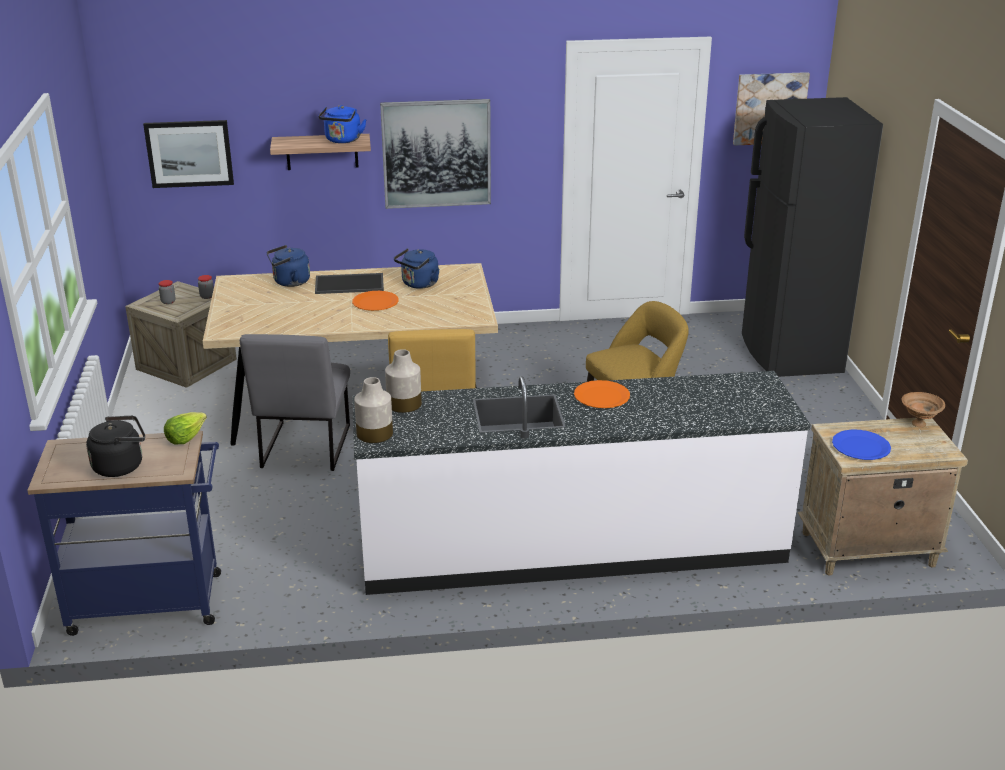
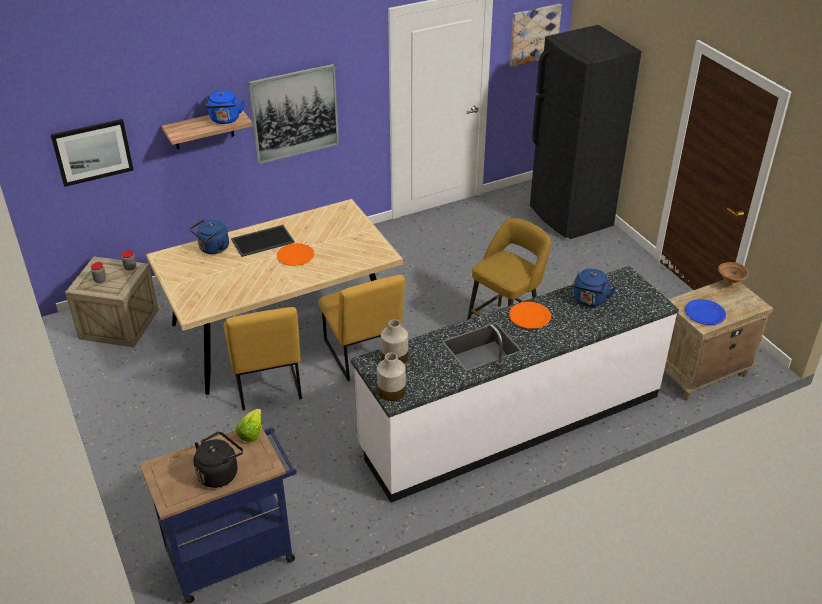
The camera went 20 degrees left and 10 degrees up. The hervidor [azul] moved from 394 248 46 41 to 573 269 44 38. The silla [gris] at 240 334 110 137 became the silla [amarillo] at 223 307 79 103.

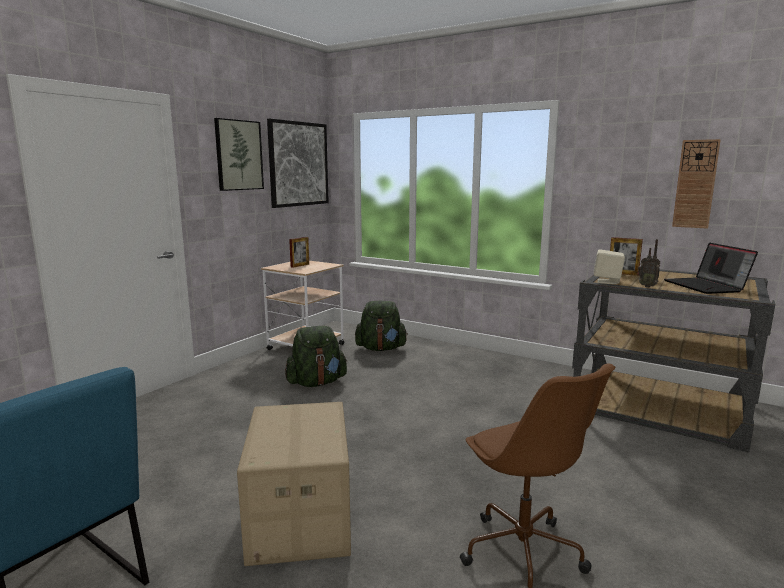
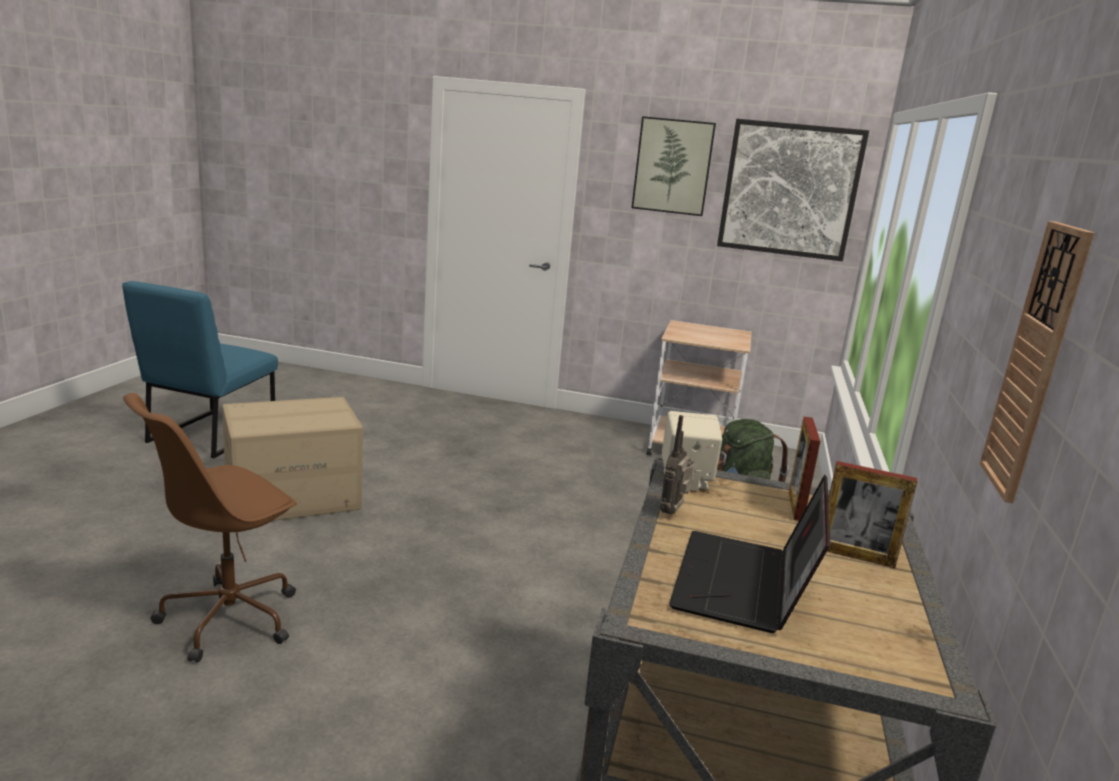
The camera went 70 degrees right and 5 degrees up. The mochila [verde] at 285 326 63 61 disappeared. The portarretratos moved from 289 237 20 31 to 827 461 90 107. The portátil at 664 243 94 51 turned 45 degrees counterclockwise.

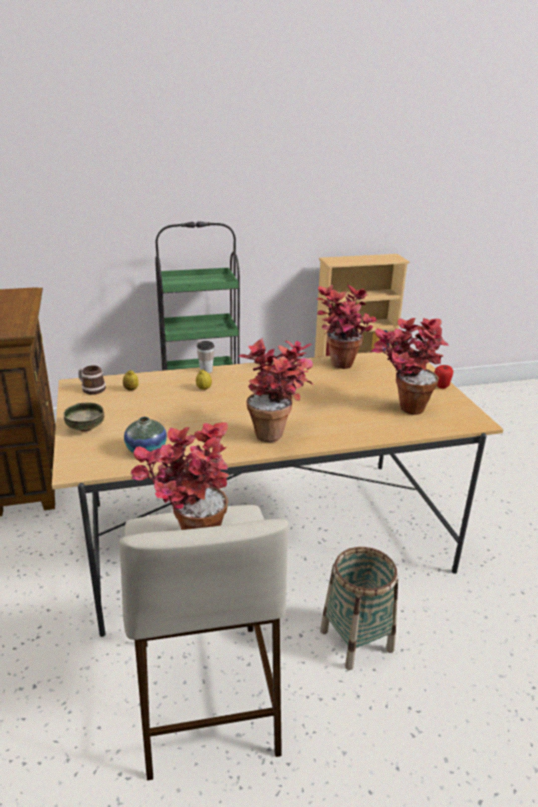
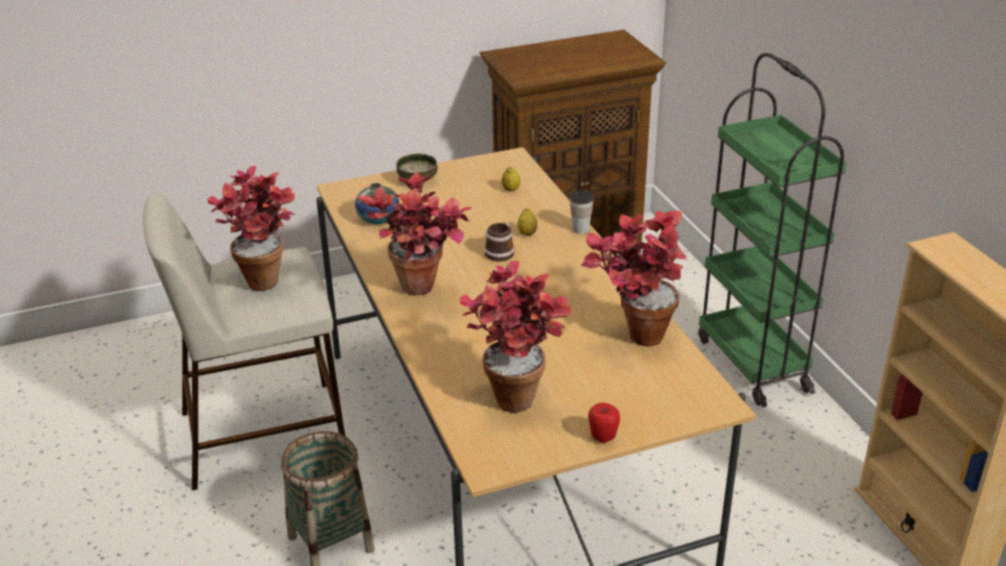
The camera went 85 degrees right and 5 degrees up. The taza grande moved from 78 365 28 30 to 484 223 31 38.

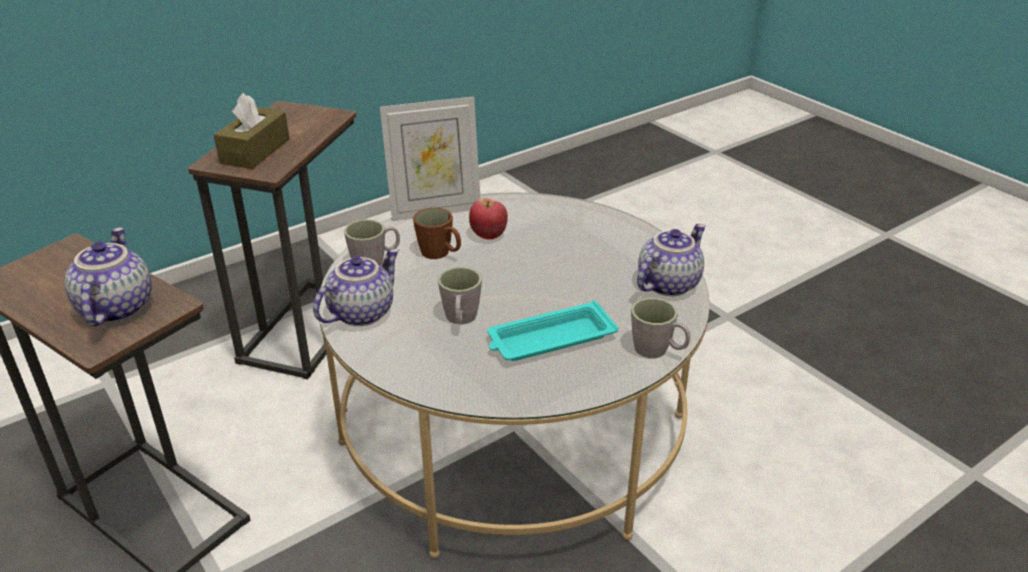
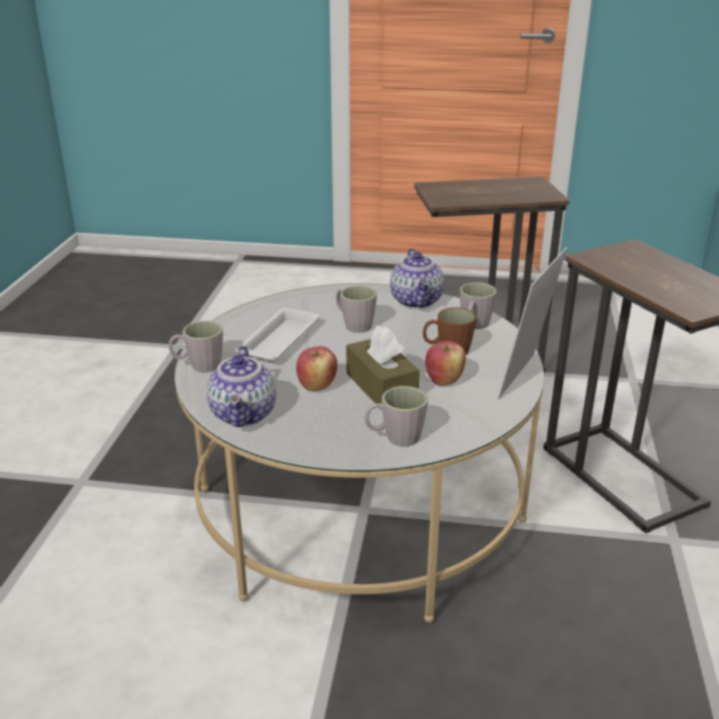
The camera went 135 degrees right and 5 degrees down. The tetera at 65 227 87 99 disappeared. The manzana at 296 346 41 45 appeared. The taza grande [gris] at 365 386 63 60 appeared. The caja de pañuelos [marrón] moved from 214 93 76 76 to 346 326 74 84. The bandeja [turquesa] at 487 301 132 60 became the bandeja [blanco] at 235 308 85 54.

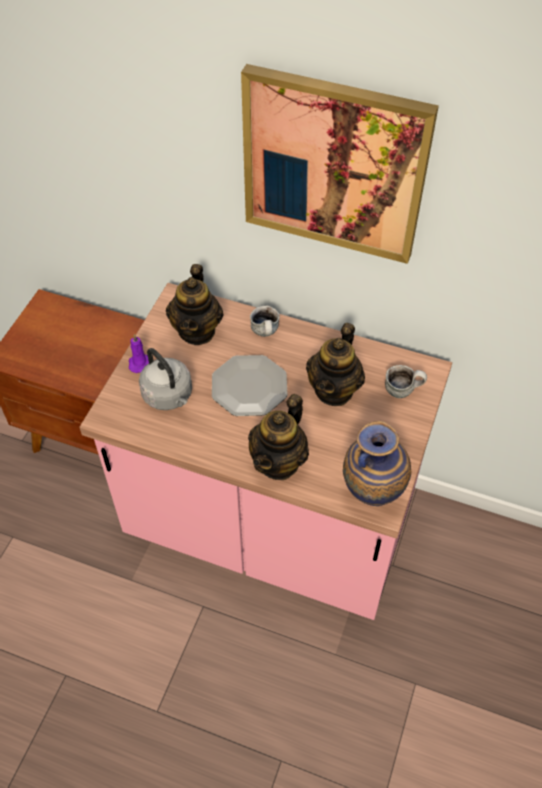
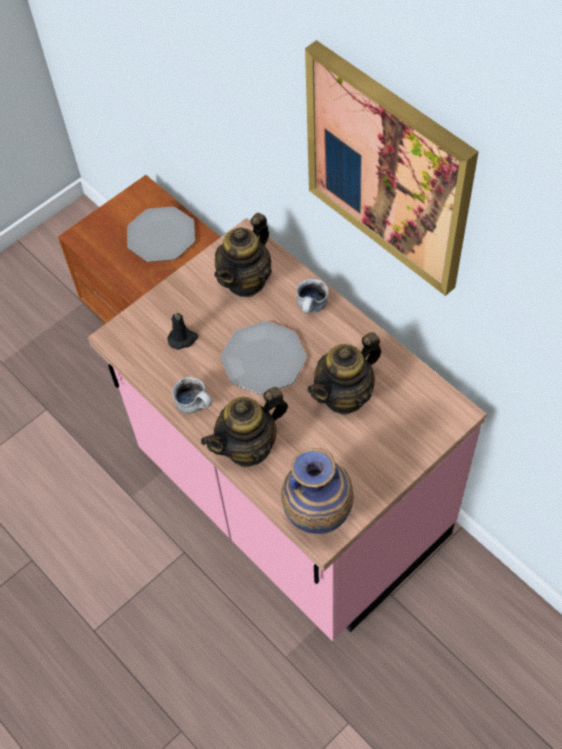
The camera went 30 degrees right and 5 degrees up. The vela [morado] at 129 334 20 39 disappeared. The plato at 127 207 68 55 appeared. The taza grande moved from 385 365 42 33 to 172 377 40 36. The hervidor [gris] at 139 348 53 62 was replaced by the vela [negro] at 167 311 31 39.

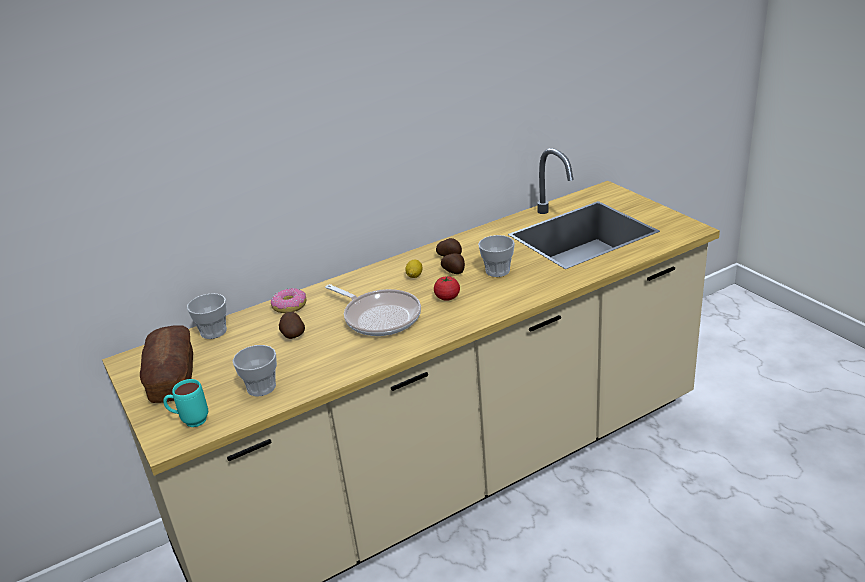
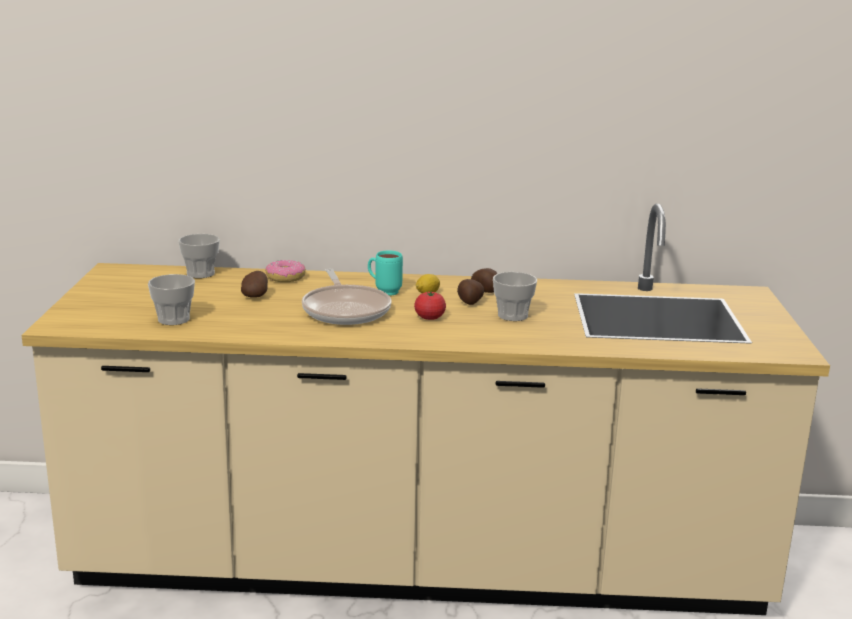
The camera went 30 degrees right and 10 degrees down. The pan at 140 325 53 78 disappeared. The taza grande [turquesa] moved from 163 379 45 48 to 368 250 35 46.

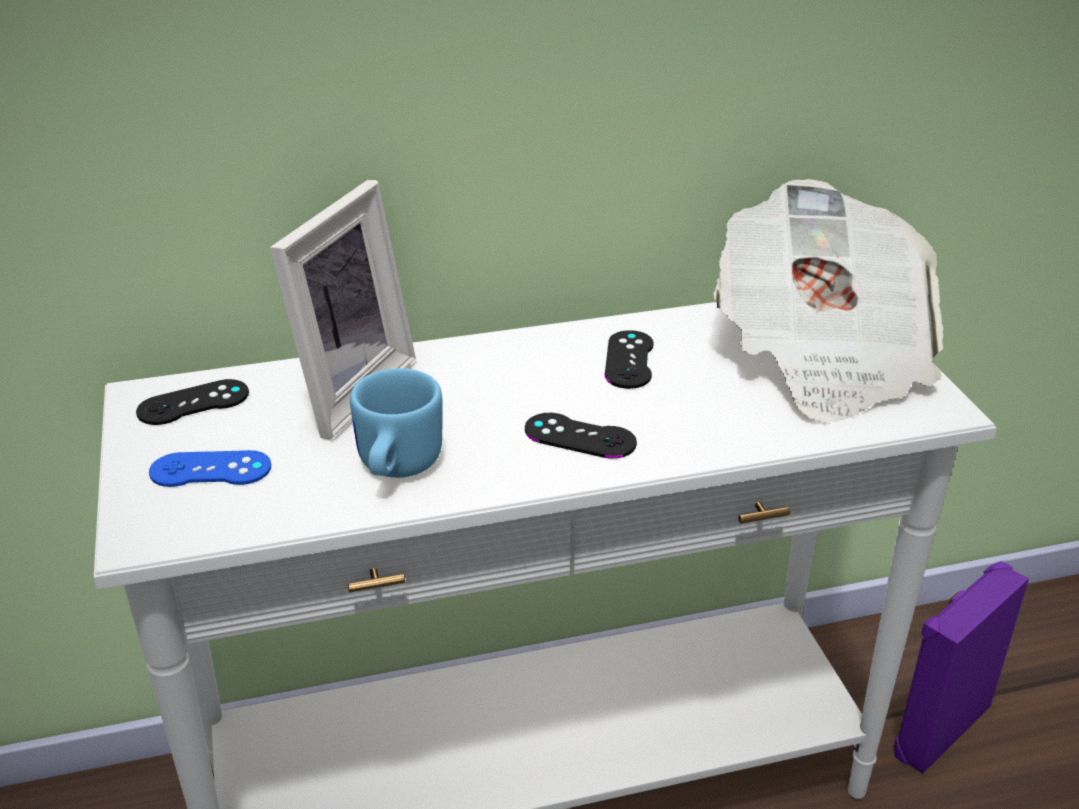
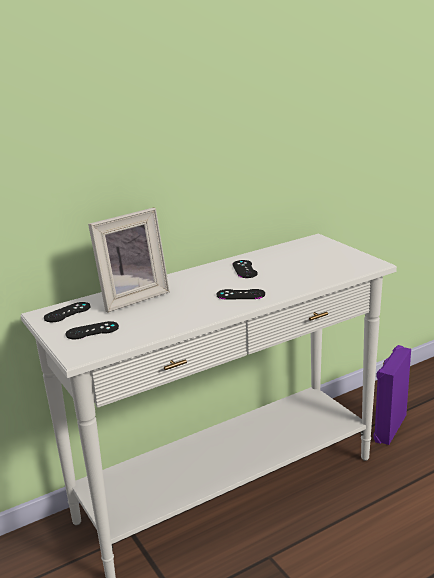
The camera went 15 degrees left and 10 degrees down. The taza grande [azul] at 350 368 93 110 disappeared. The periódico at 713 179 230 244 disappeared. The mando de consola [azul] at 149 450 122 37 became the mando de consola [negro] at 66 321 53 18. The portarretratos at 270 180 146 259 turned 45 degrees clockwise.

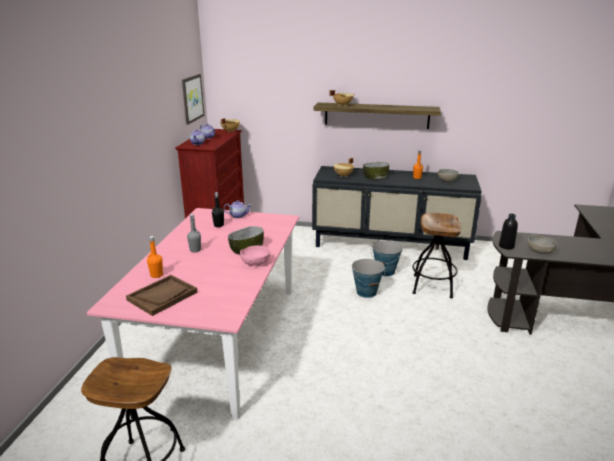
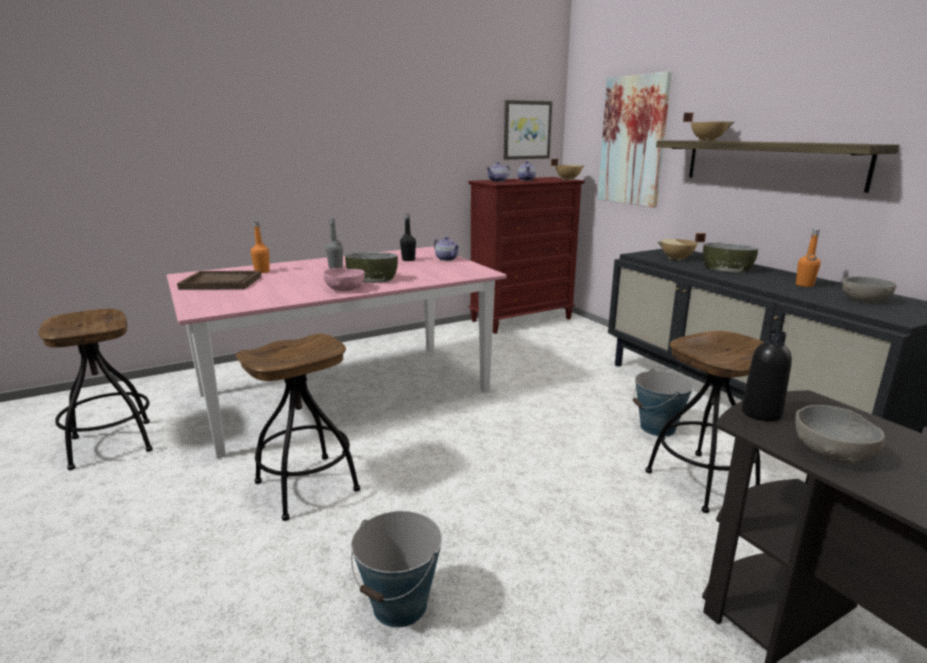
The camera went 50 degrees right and 5 degrees down. The taburete [marrón] at 236 334 124 187 appeared. The cuadro at 598 71 74 137 appeared. The cubo moved from 352 259 33 39 to 351 511 91 117.

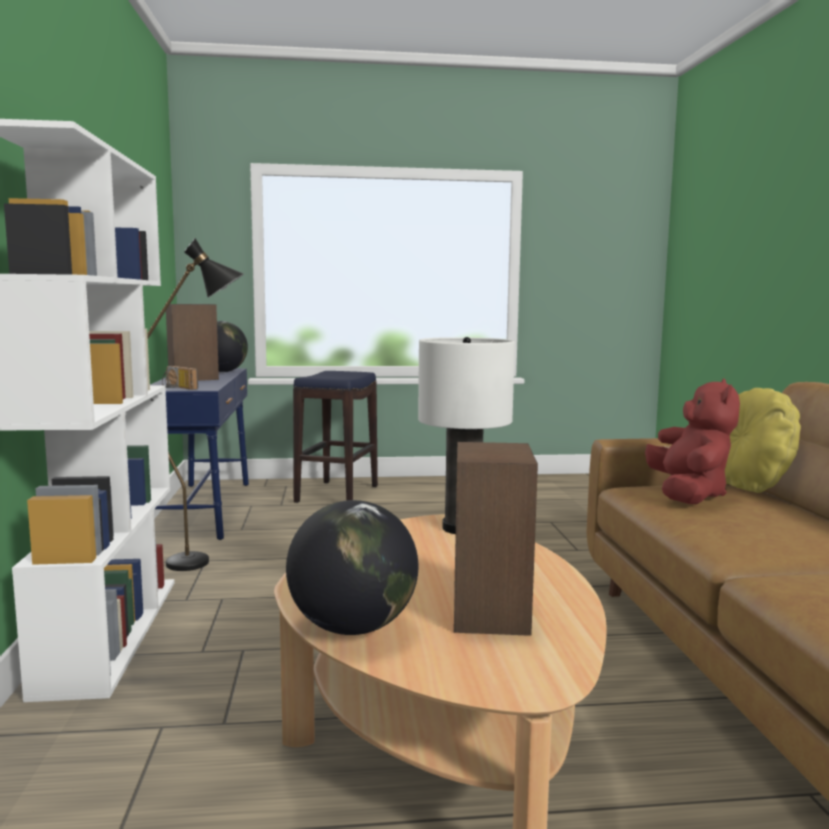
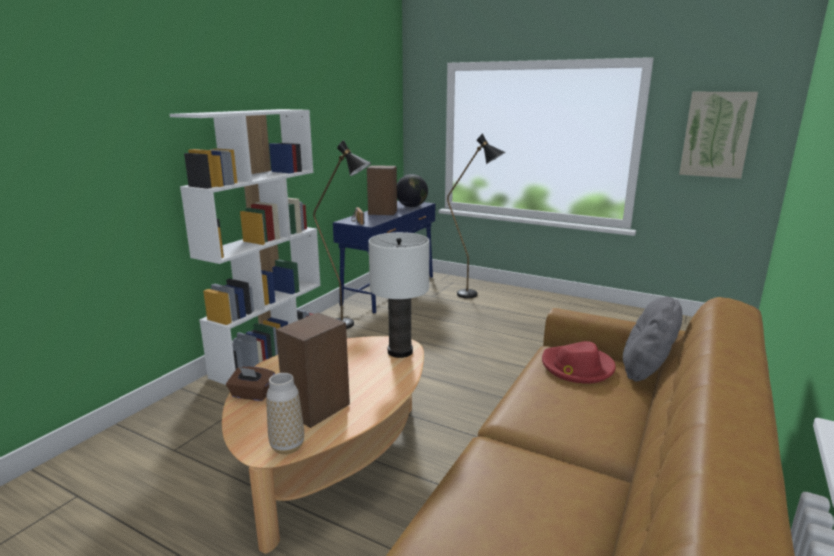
The camera went 35 degrees right and 10 degrees up. The florero at 266 373 38 81 appeared. The cuadro at 679 92 79 87 appeared. The globo terráqueo at 286 500 132 135 was replaced by the caja de pañuelos [marrón] at 226 366 49 35. The taburete at 293 371 85 132 was replaced by the lámpara de pie [negro] at 447 133 58 165. The peluche [rojo] at 645 378 95 126 was replaced by the sombrero [rojo] at 542 341 74 43. The cojín [amarillo] at 725 388 76 105 became the cojín [gris] at 623 296 59 85.

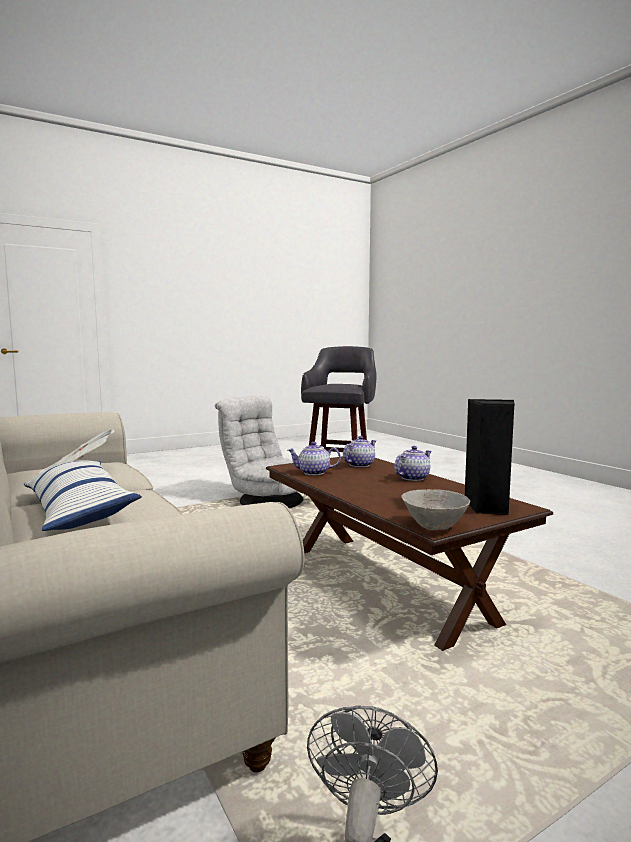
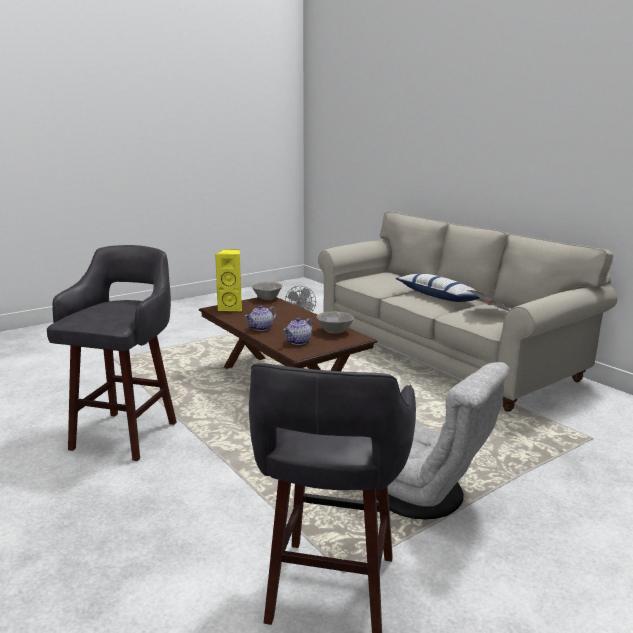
The camera went 175 degrees right and 10 degrees up. The taburete [gris] at 47 245 130 216 appeared. The tetera at 288 442 53 33 was replaced by the cuenco [gris] at 317 311 37 23. The altavoz [negro] at 465 399 50 116 became the altavoz [amarillo] at 215 249 27 62.

